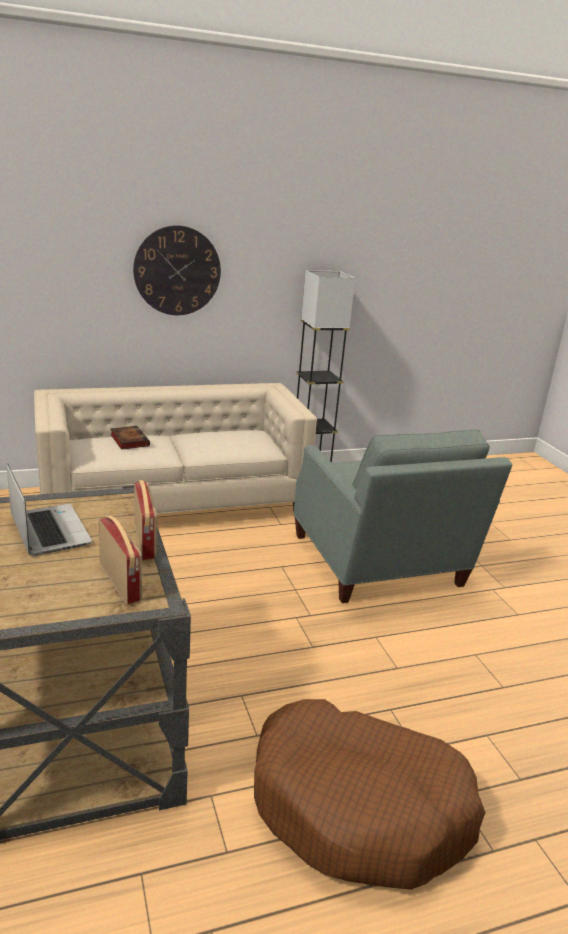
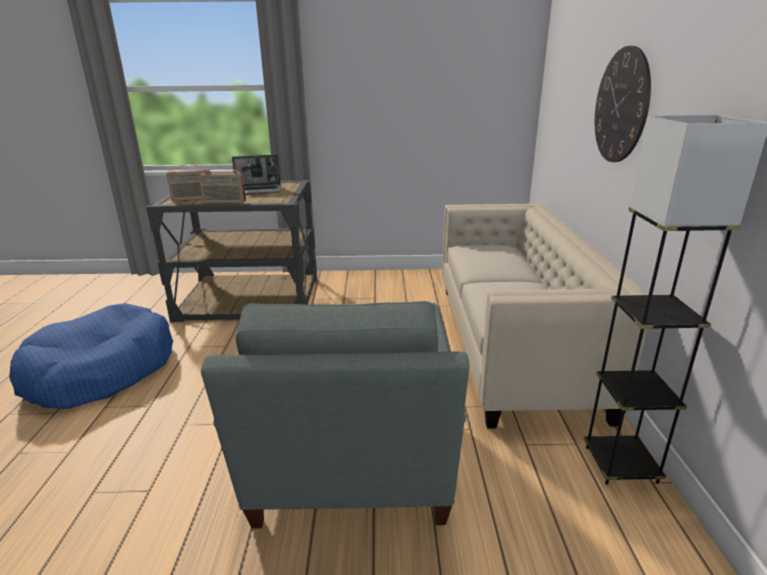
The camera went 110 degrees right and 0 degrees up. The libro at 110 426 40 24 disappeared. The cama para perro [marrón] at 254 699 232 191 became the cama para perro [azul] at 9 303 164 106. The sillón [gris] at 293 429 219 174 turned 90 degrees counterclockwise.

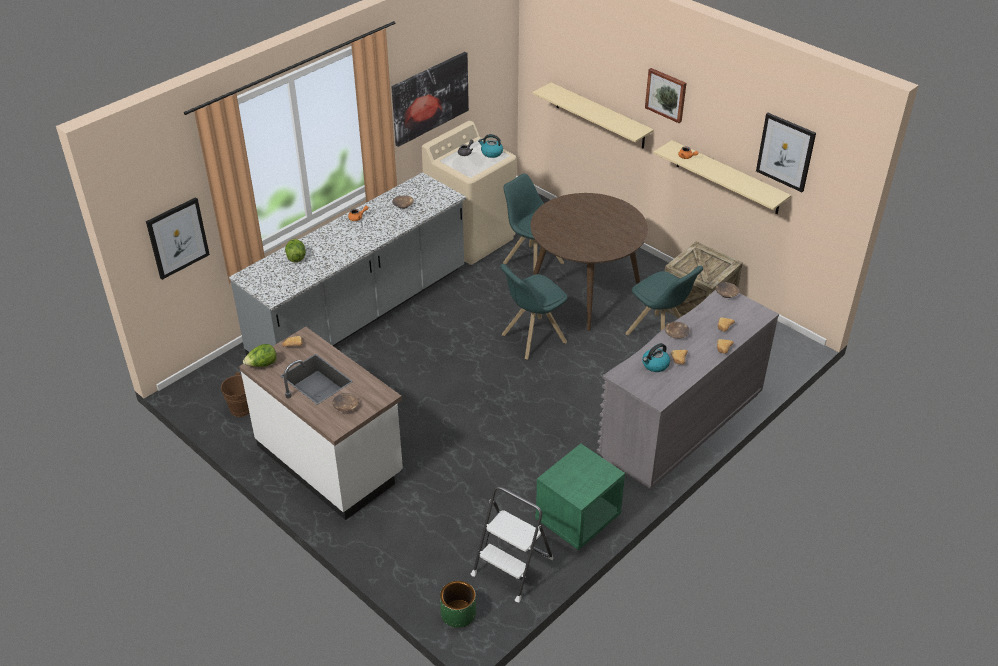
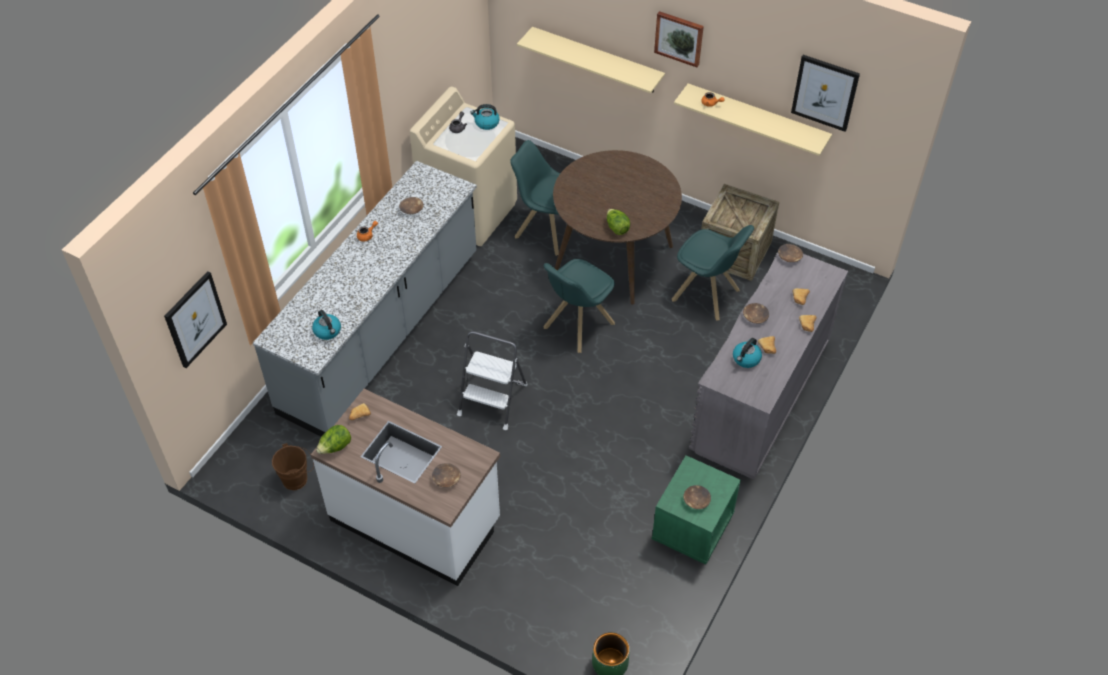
The camera went 15 degrees left and 10 degrees up. The cuadro at 391 52 78 95 disappeared. The hervidor at 312 310 29 30 appeared. The cuenco [marrón] at 683 485 28 24 appeared. The lechuga moved from 285 239 21 23 to 607 209 23 26. The escalera de tijera [blanco] moved from 471 486 83 117 to 457 331 70 99.

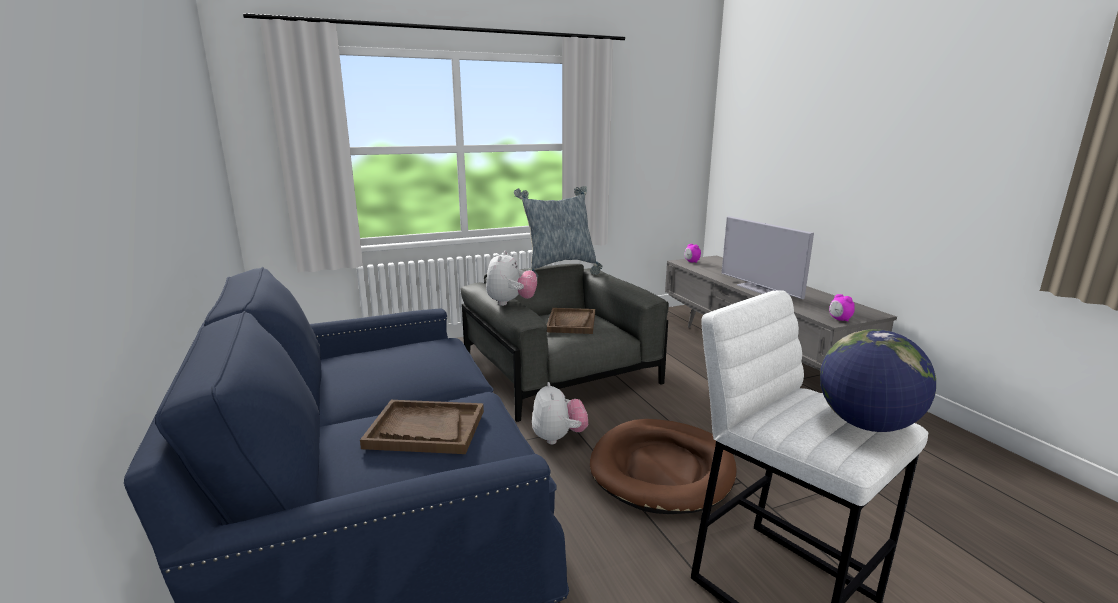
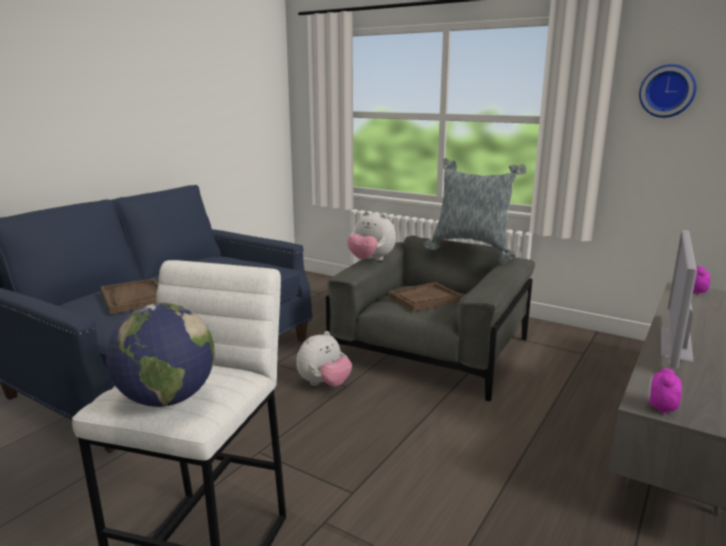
The camera went 55 degrees right and 0 degrees up. The cama para perro [marrón] at 590 419 147 95 disappeared. The reloj de pared at 639 64 58 54 appeared. The peluche at 486 251 51 55 turned 60 degrees clockwise.

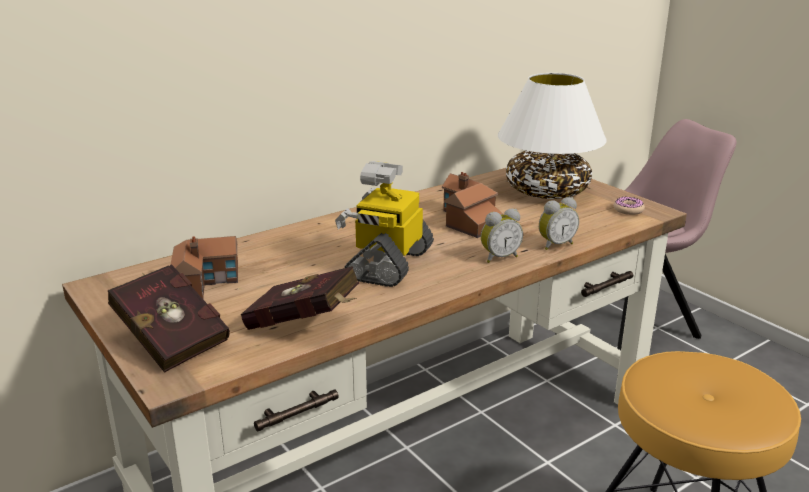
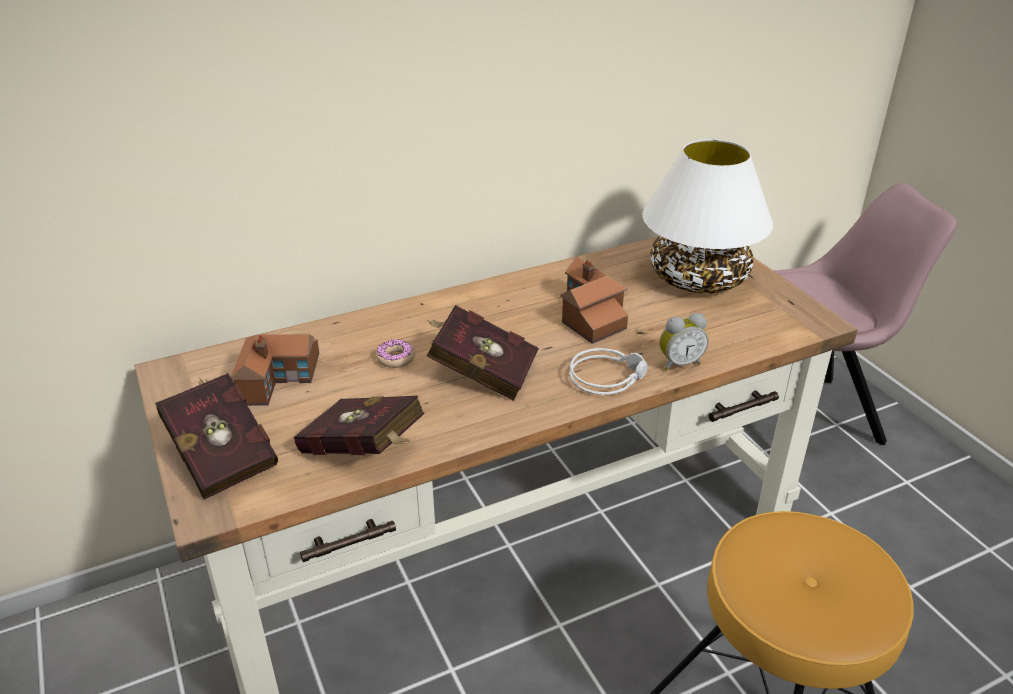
The camera went 10 degrees right and 10 degrees up. The rosquilla moved from 614 197 31 18 to 376 339 39 29. The robot de juguete at 335 161 99 126 was replaced by the libro [rojo] at 426 305 113 96. The despertador at 481 209 42 54 was replaced by the auriculares [gris] at 569 348 79 47.

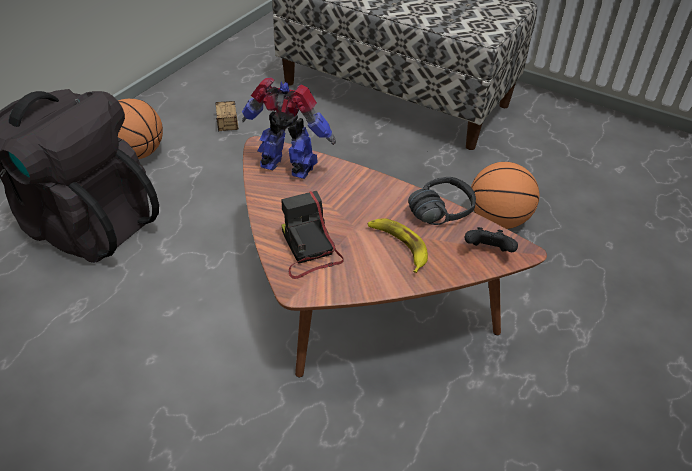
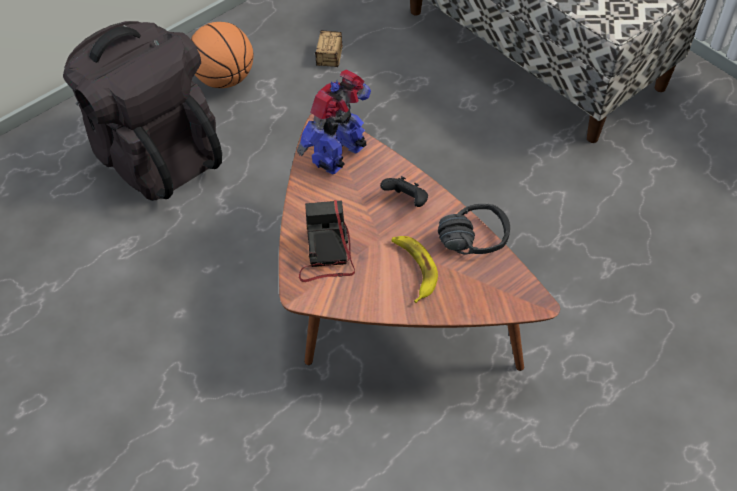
The camera went 20 degrees right and 10 degrees up. The balón de baloncesto at 471 162 69 67 disappeared. The mando de consola [negro] moved from 465 227 53 25 to 380 176 48 31. The robot de juguete at 242 78 94 101 turned 90 degrees counterclockwise.

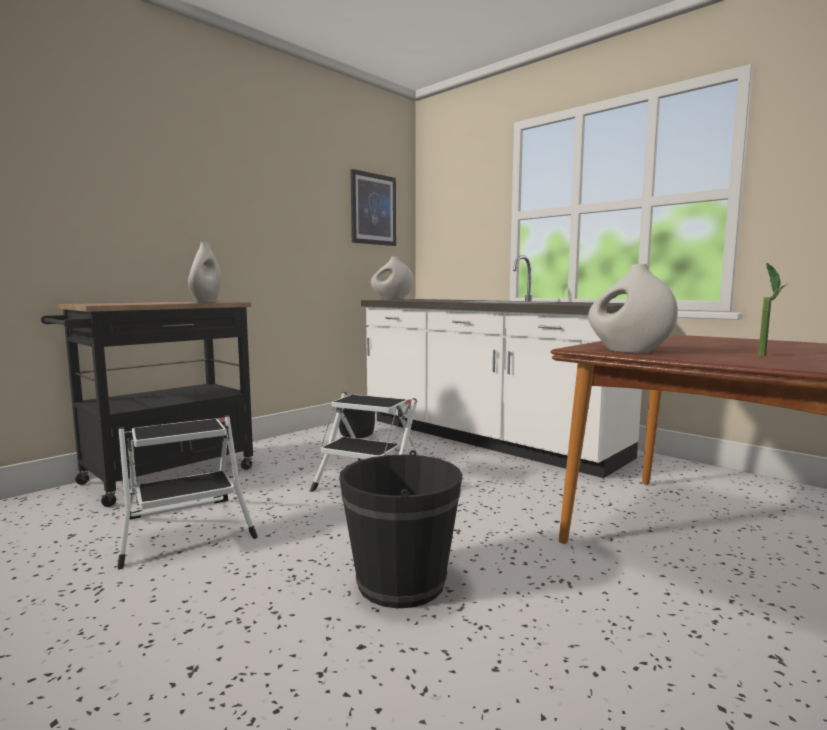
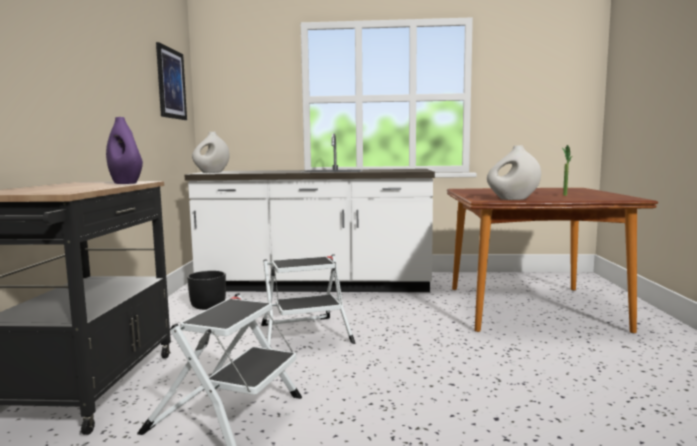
The camera went 40 degrees left and 0 degrees up. The cubo [negro] at 339 450 124 158 disappeared. The florero [blanco] at 188 242 33 61 became the florero [morado] at 106 117 37 67.

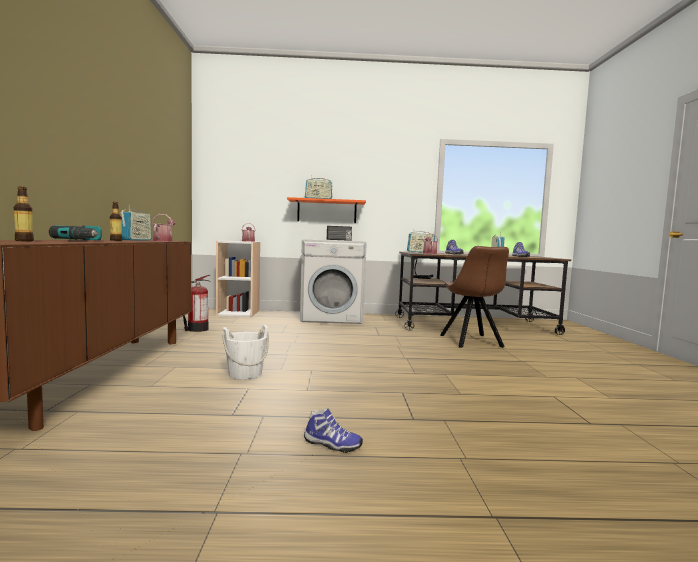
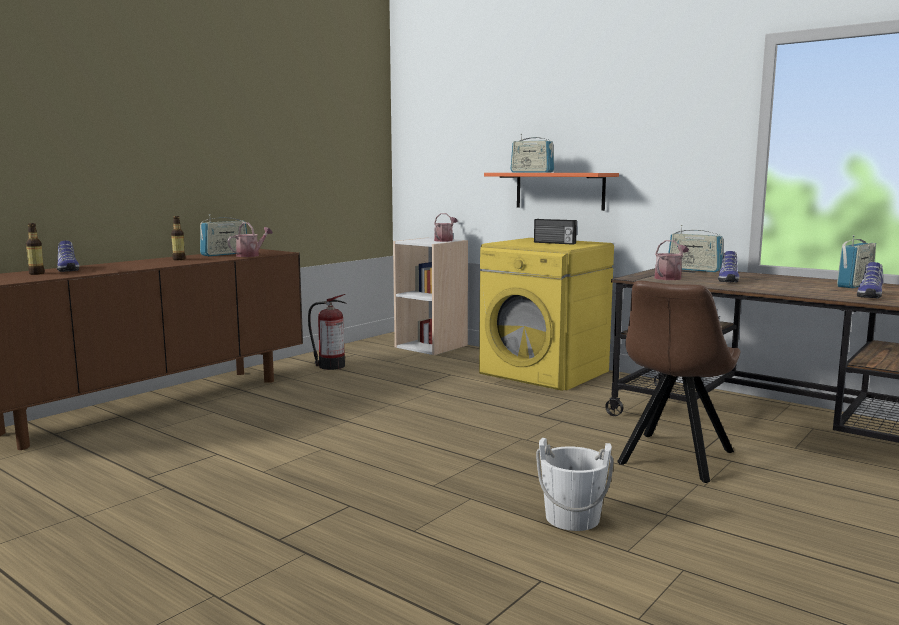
The camera went 40 degrees right and 5 degrees up. The taladro at 49 225 53 15 disappeared. The cubo [blanco] moved from 222 325 47 55 to 536 438 77 93. The zapato moved from 304 408 59 45 to 57 241 22 31. The lavadora [blanco] at 300 239 67 85 became the lavadora [amarillo] at 479 238 135 153.

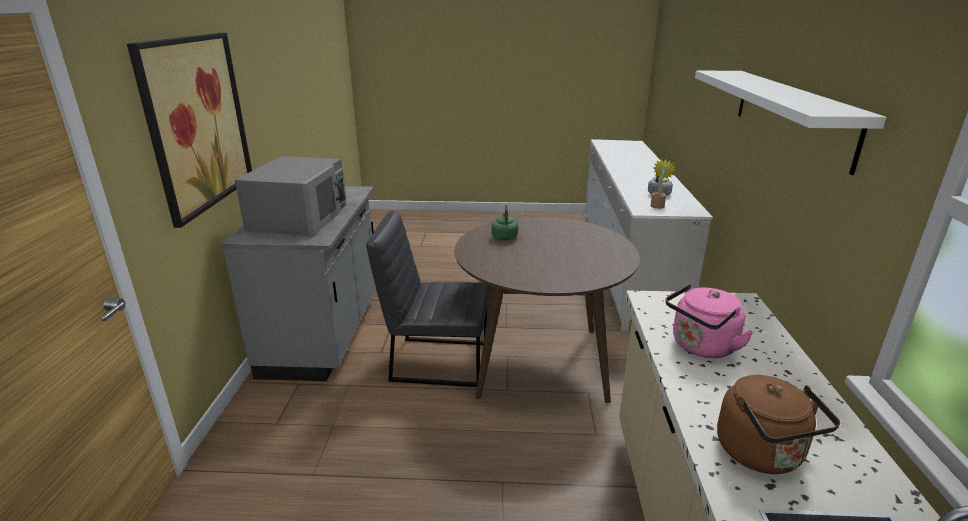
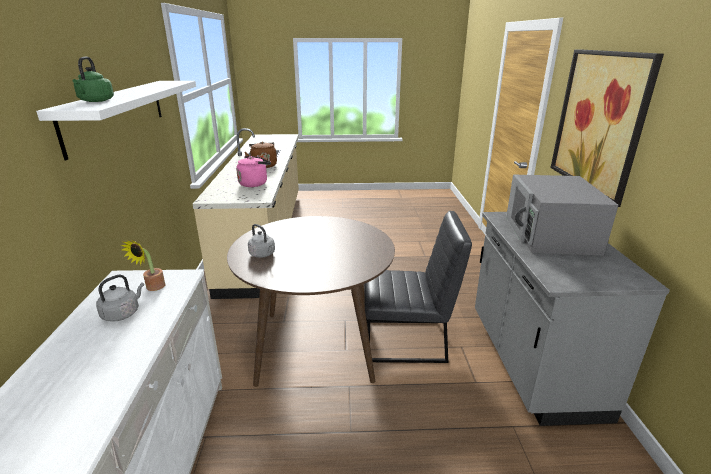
The camera went 175 degrees right and 0 degrees up. The hervidor [gris] at 248 224 27 34 appeared. The hervidor [verde] moved from 491 205 27 35 to 73 57 41 45.

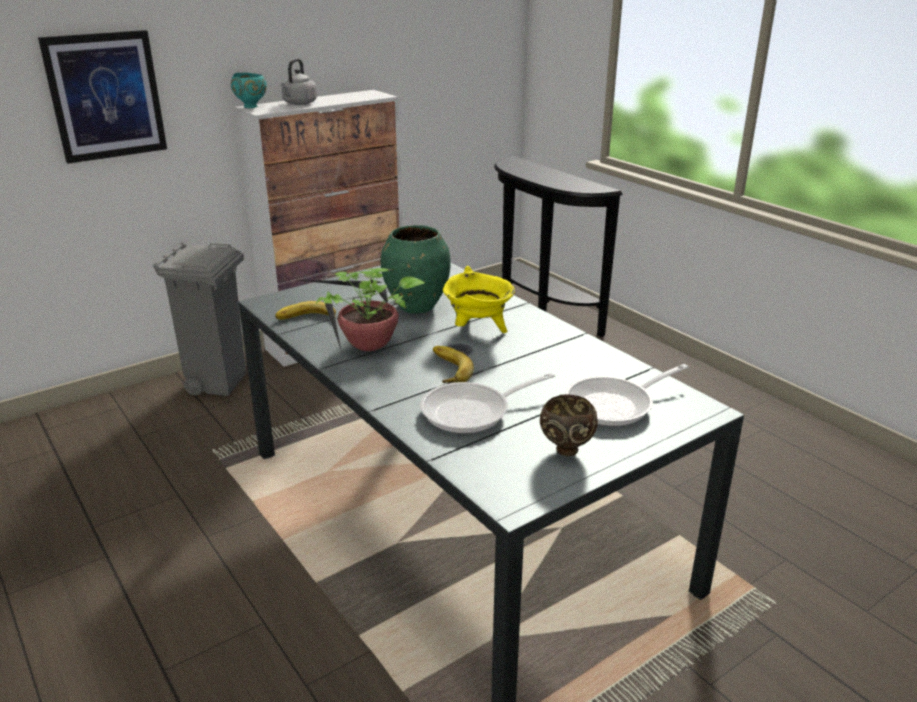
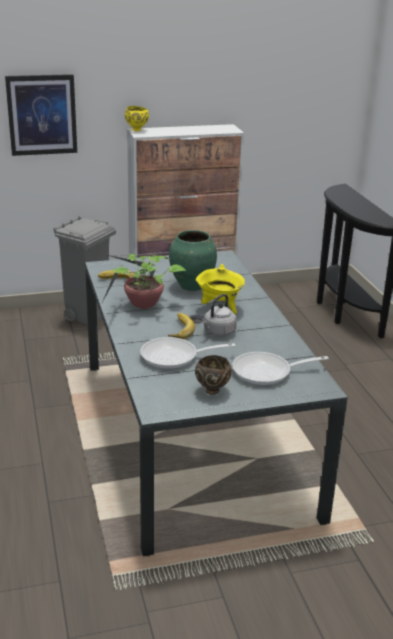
The camera went 20 degrees right and 0 degrees up. The hervidor [gris] moved from 281 59 36 46 to 201 294 36 42. The cuenco [turquesa] at 231 73 36 35 became the cuenco [amarillo] at 125 106 24 25.

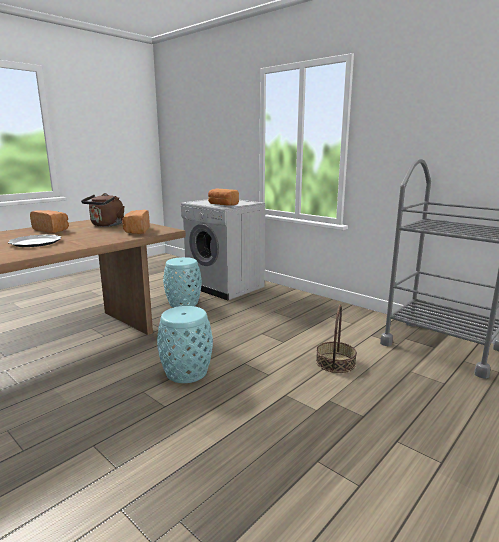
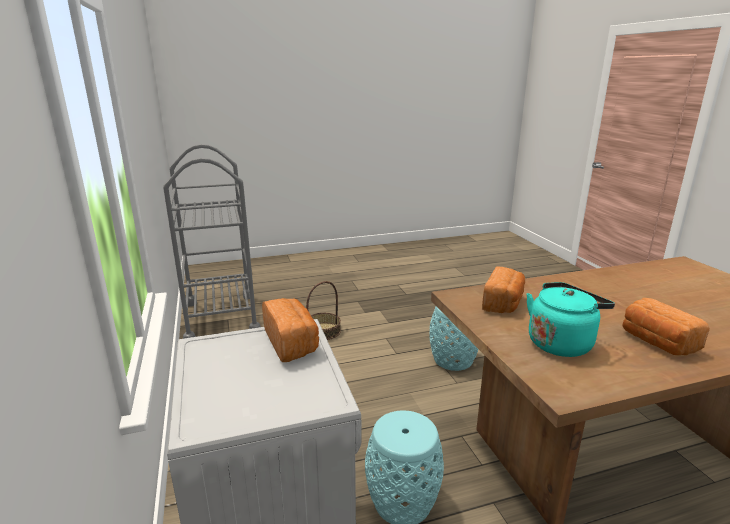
The camera went 150 degrees left and 5 degrees up. The plato at 8 234 53 13 disappeared. The hervidor [marrón] at 81 193 44 34 became the hervidor [turquesa] at 527 282 88 75.

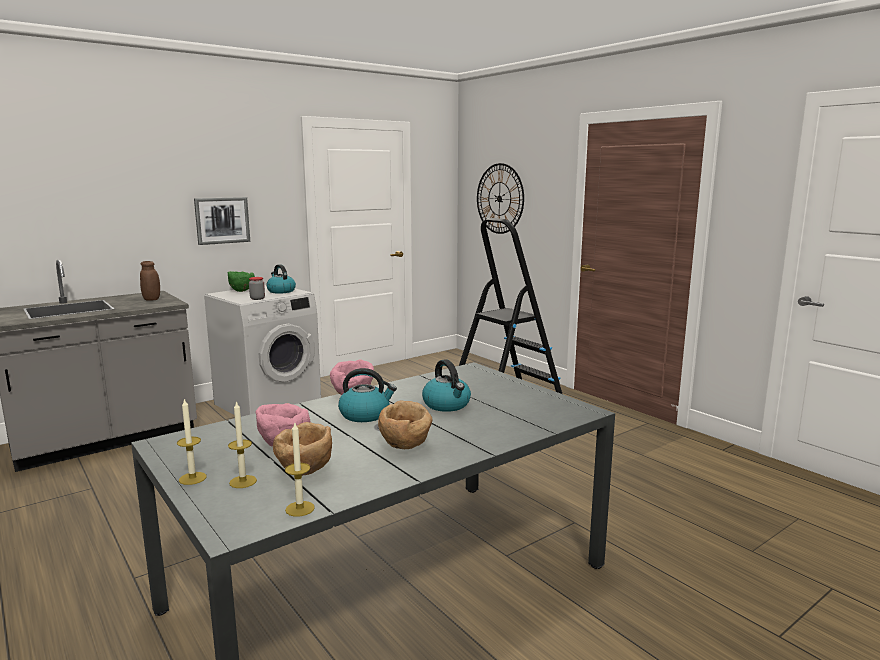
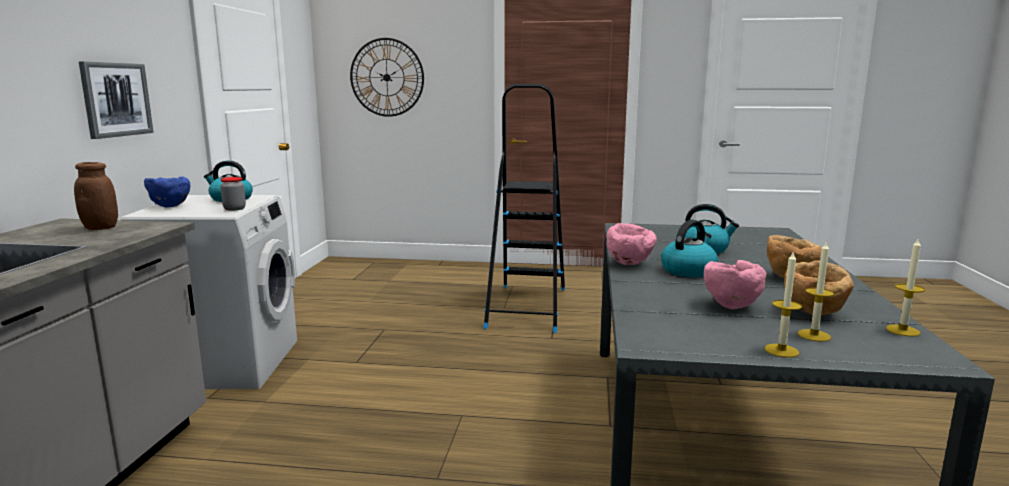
The camera went 45 degrees left and 0 degrees up. The cuenco [verde] at 228 271 27 21 became the cuenco [azul] at 144 177 46 30.

